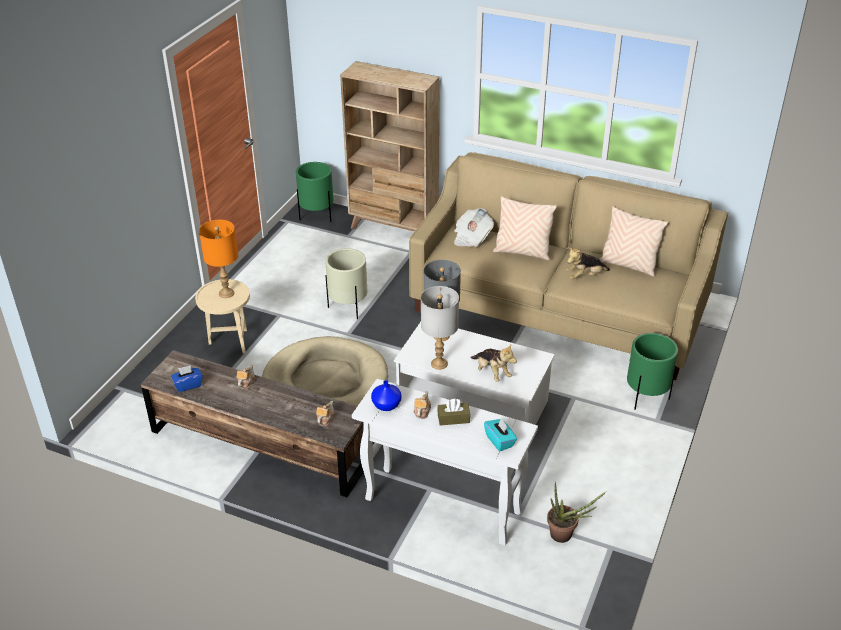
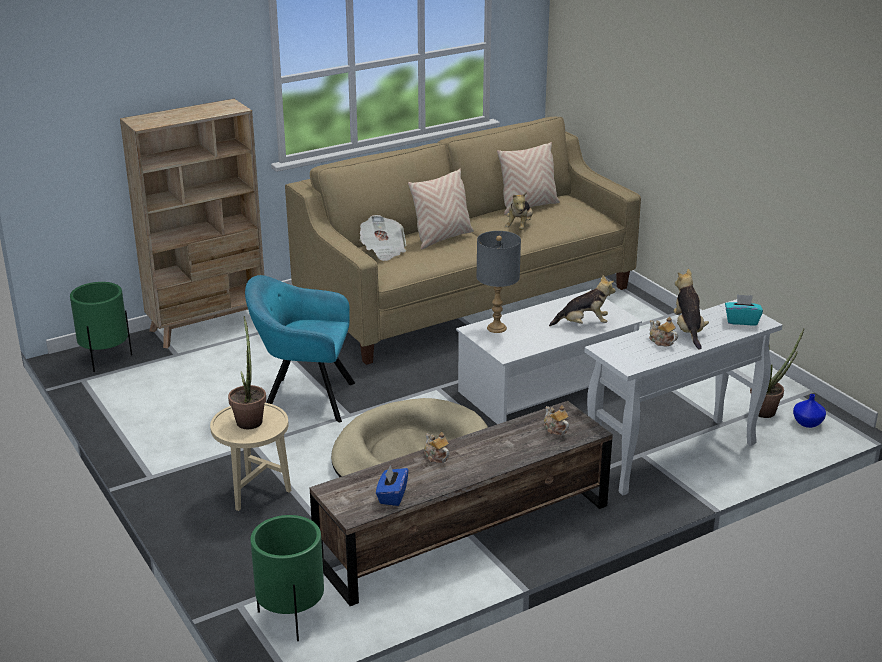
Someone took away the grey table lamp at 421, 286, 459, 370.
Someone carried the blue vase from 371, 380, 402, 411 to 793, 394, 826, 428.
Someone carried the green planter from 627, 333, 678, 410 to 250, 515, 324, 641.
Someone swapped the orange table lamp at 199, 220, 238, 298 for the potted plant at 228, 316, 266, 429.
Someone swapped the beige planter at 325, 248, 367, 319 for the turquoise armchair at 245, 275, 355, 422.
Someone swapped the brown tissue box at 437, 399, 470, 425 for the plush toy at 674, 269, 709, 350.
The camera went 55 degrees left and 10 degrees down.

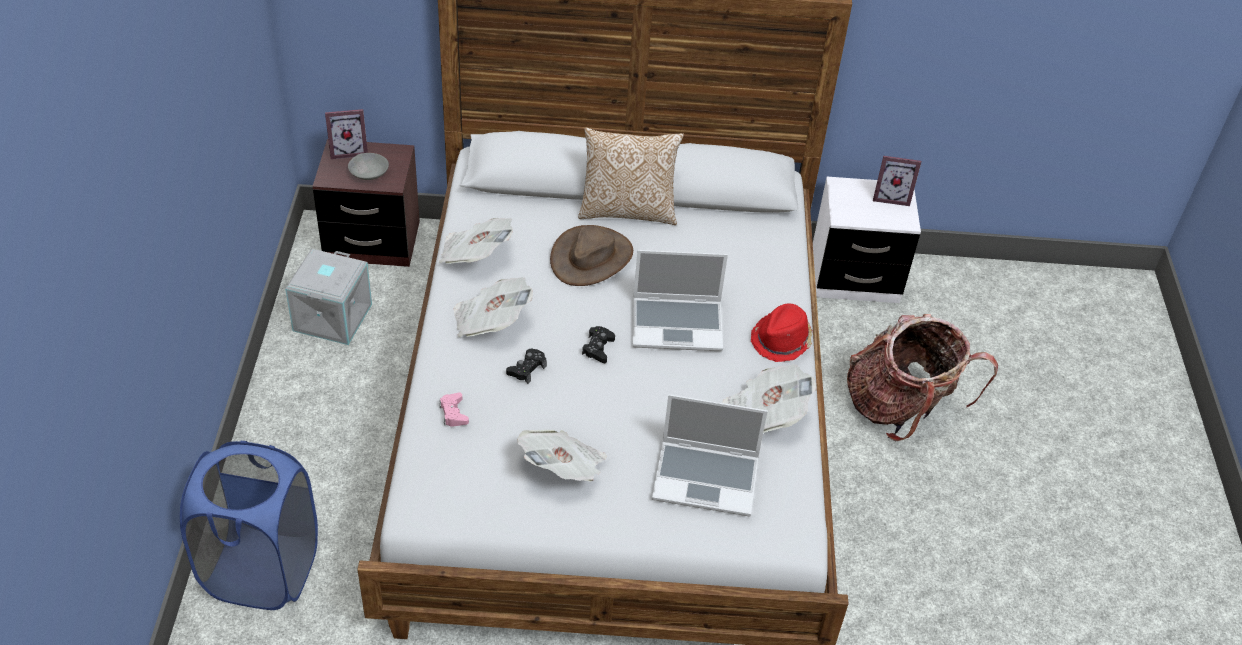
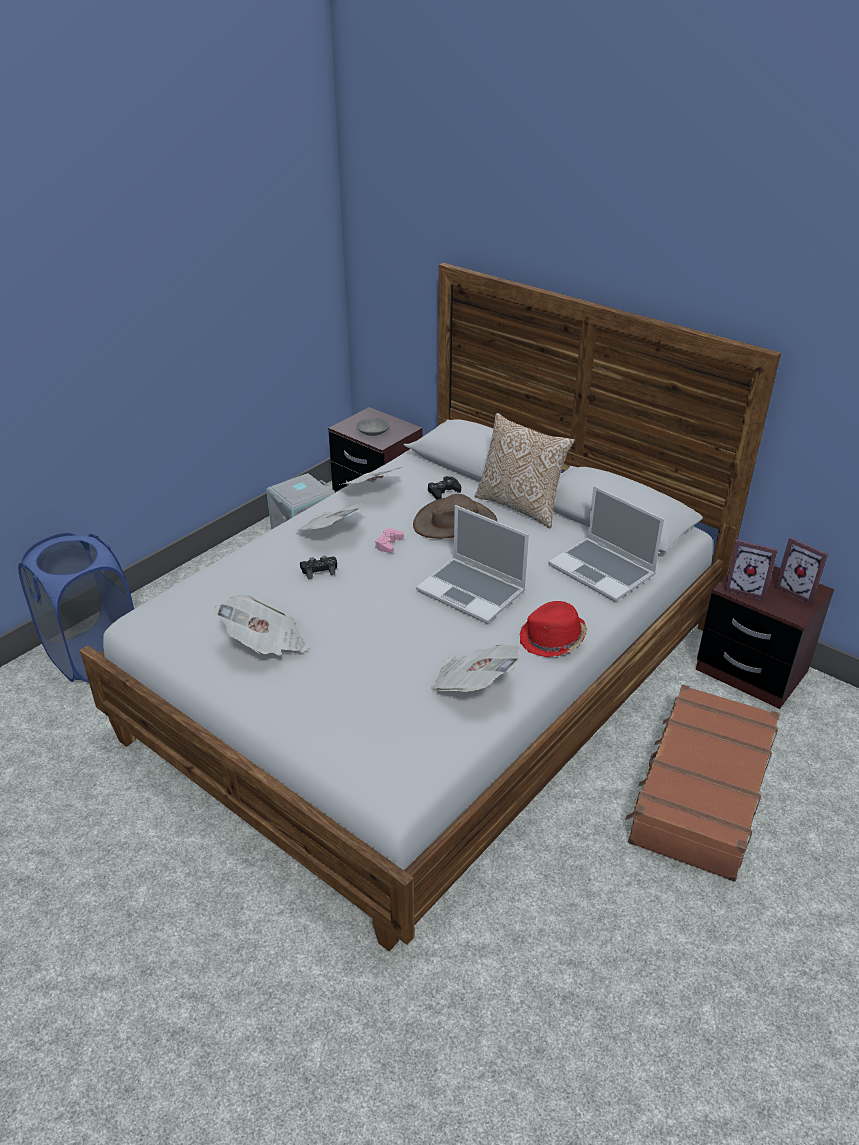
Someone carried the picture frame from 325, 109, 368, 159 to 724, 540, 778, 600.
Someone carried the pink game controller from 440, 392, 469, 427 to 375, 528, 404, 553.
Someone carried the black game controller from 582, 326, 615, 363 to 428, 476, 461, 500.
Someone carried the laptop from 652, 394, 768, 517 to 548, 486, 664, 602.
Someone swapped the backpack at 847, 314, 998, 442 for the brown suitcase at 625, 685, 780, 882.
Someone repainted the white nightstand at 813, 177, 921, 303, which became the brown nightstand at 696, 566, 834, 709.
The camera went 40 degrees right and 10 degrees down.

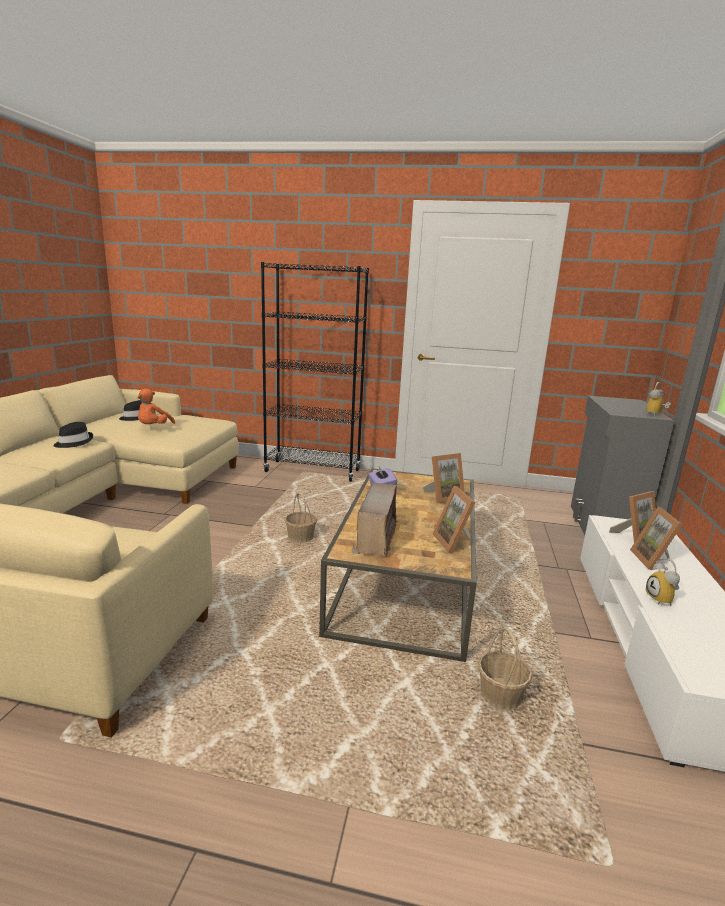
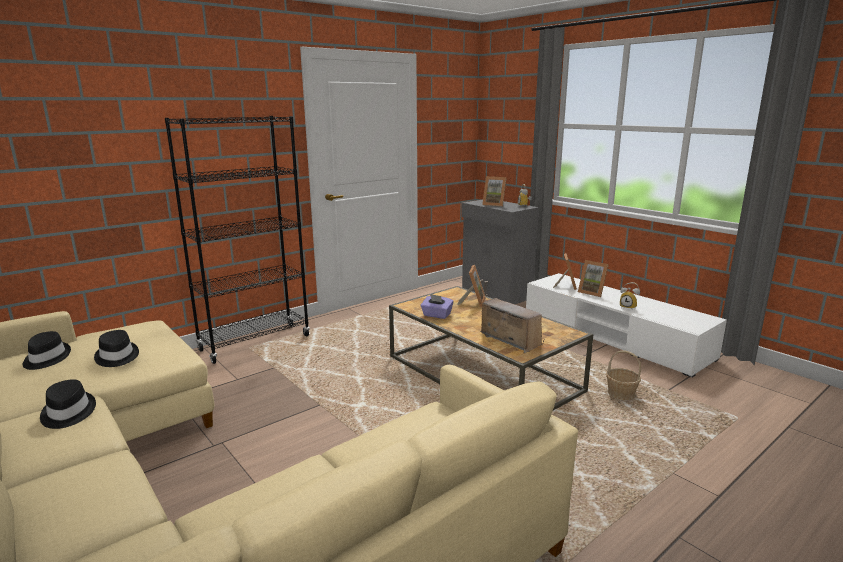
Someone took away the basket at 284, 492, 318, 543.
Someone carried the picture frame from 433, 486, 475, 554 to 482, 176, 506, 207.
Someone swapped the orange plush toy at 137, 389, 175, 424 for the black hat at 94, 330, 139, 367.
The camera went 50 degrees left and 0 degrees up.

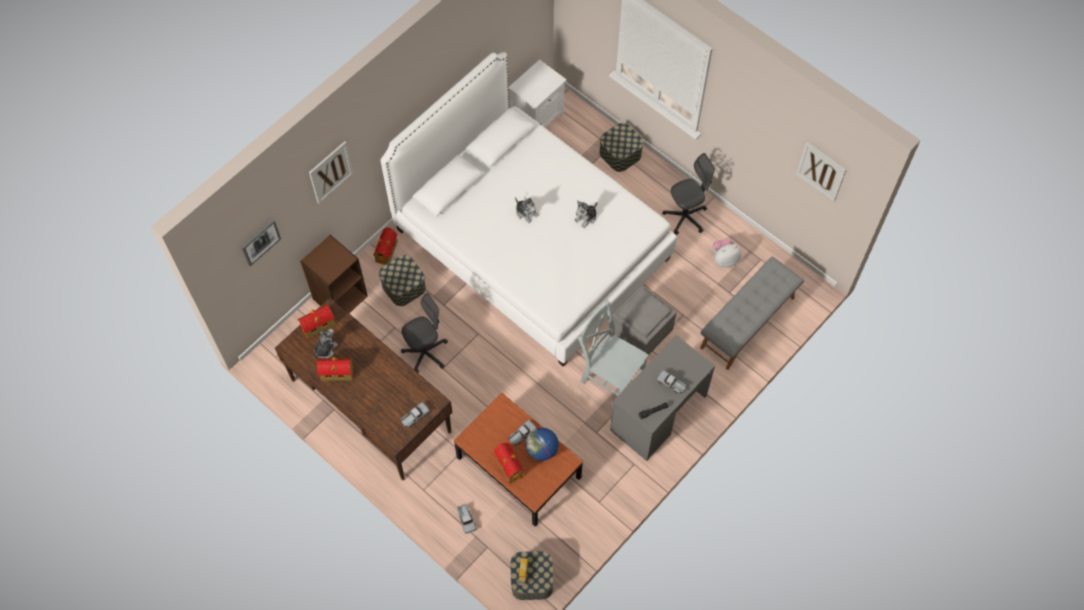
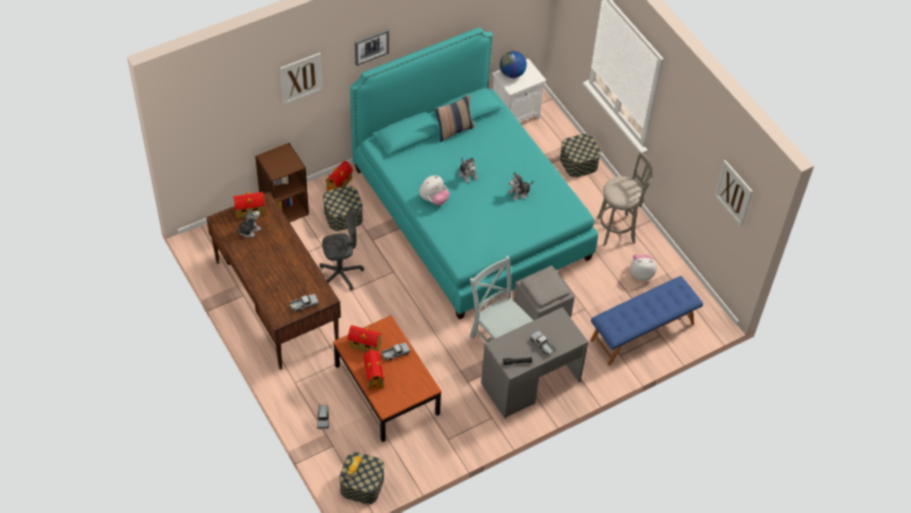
Someone put down the plush toy at 419, 175, 450, 205.
Someone put down the pillow at 435, 95, 475, 142.
Someone carried the picture from 241, 220, 281, 266 to 355, 29, 389, 66.
Someone carried the toy house from 317, 357, 354, 381 to 348, 325, 382, 352.
Someone carried the globe from 526, 428, 559, 461 to 500, 51, 527, 78.
Someone swapped the grey office chair at 662, 153, 715, 235 for the grey stool at 596, 152, 653, 246.
Someone repainted the white bed at 381, 52, 677, 366, which became the turquoise bed at 350, 28, 598, 319.
Someone repainted the grey bench at 700, 256, 804, 370, which became the blue bench at 590, 276, 703, 365.
The camera went 15 degrees right and 10 degrees down.

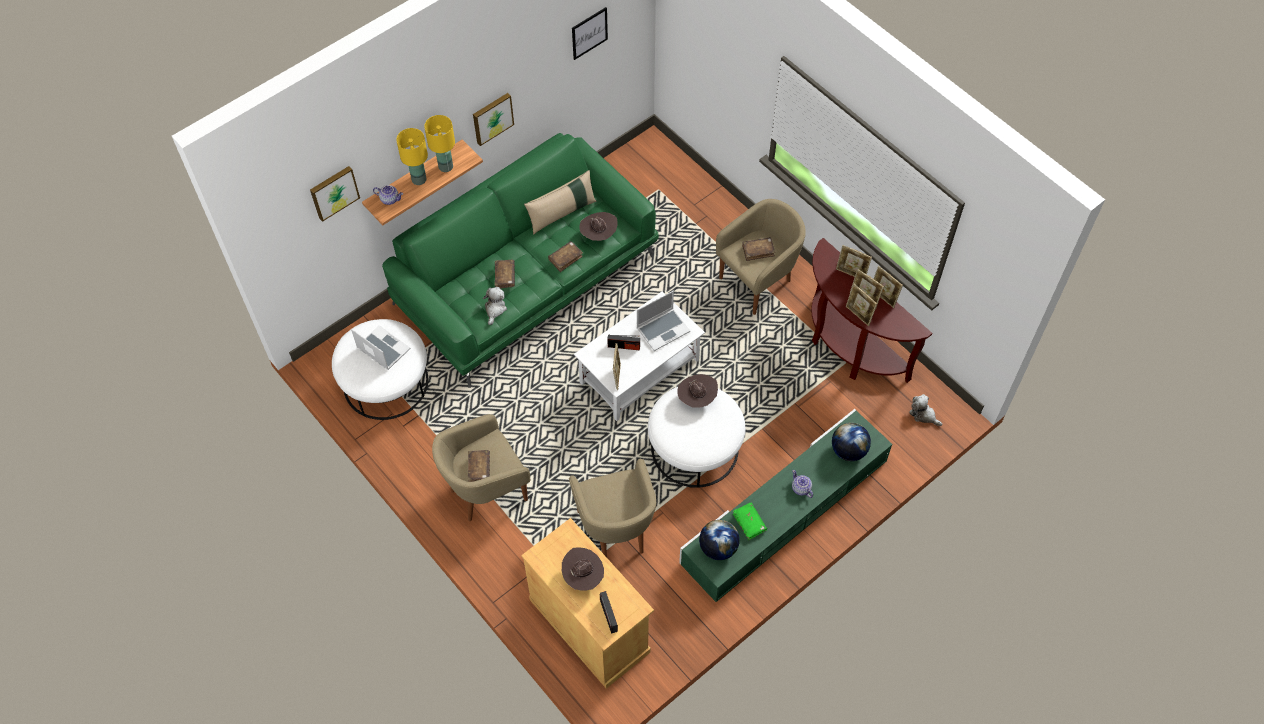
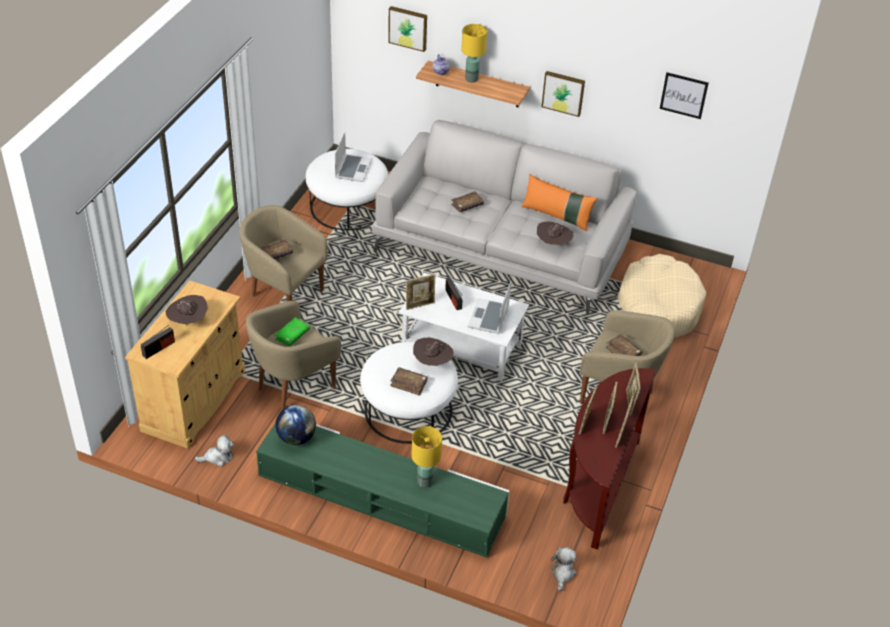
Someone took away the teapot at 792, 470, 813, 498.
Someone took away the globe at 832, 423, 871, 461.
Someone put down the beige dog bed at 617, 254, 706, 338.
Someone carried the yellow table lamp from 424, 115, 455, 172 to 411, 426, 442, 488.
Someone carried the plush toy from 483, 287, 507, 325 to 195, 435, 234, 466.
Someone carried the brown book from 548, 241, 583, 272 to 390, 367, 428, 396.
Someone carried the green book from 733, 503, 767, 540 to 274, 317, 310, 346.
Someone repainted the green sofa at 382, 133, 659, 388, which became the grey sofa at 372, 120, 637, 315.
Someone repainted the beige pillow at 524, 170, 596, 235, which became the orange pillow at 522, 174, 597, 231.
Someone rotated the laptop at 637, 291, 690, 351 by 75 degrees clockwise.
The camera went 60 degrees right and 15 degrees down.

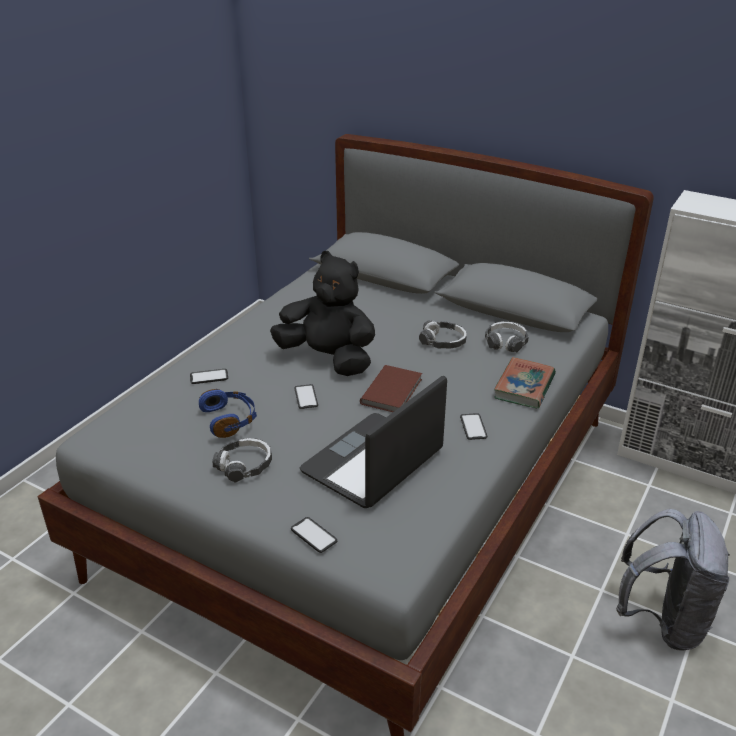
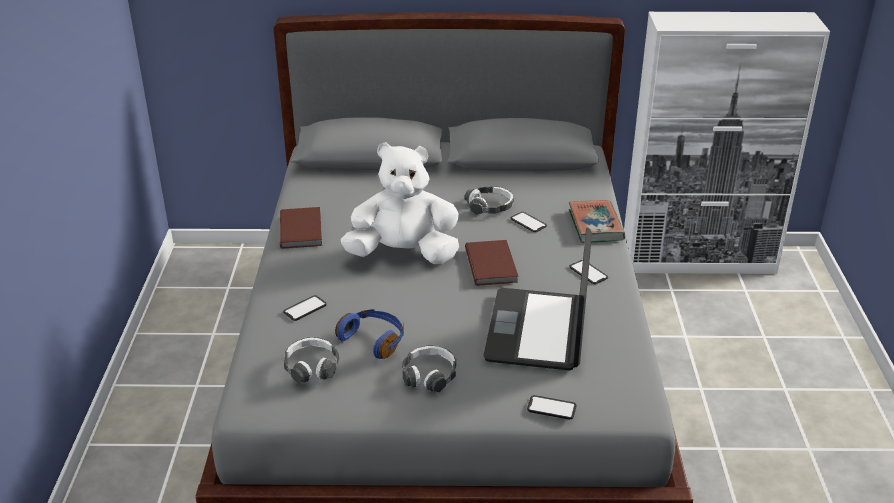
Someone took away the grey backpack at 616, 509, 730, 650.
Someone put down the brown book at 280, 207, 322, 249.
Someone carried the phone from 294, 384, 318, 409 to 510, 212, 547, 232.
Someone carried the headphones from 485, 321, 528, 352 to 284, 337, 339, 383.
Someone repainted the black plush toy at 270, 251, 375, 376, which became the white plush toy at 341, 142, 459, 264.
The camera went 30 degrees left and 0 degrees up.

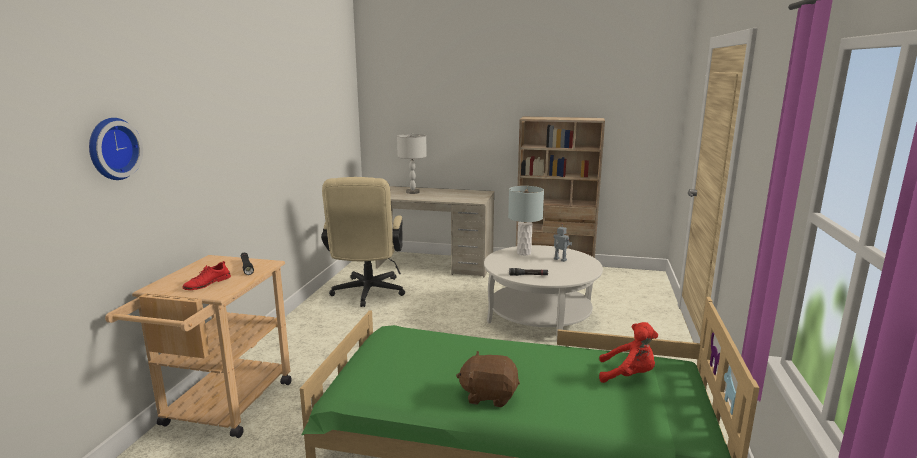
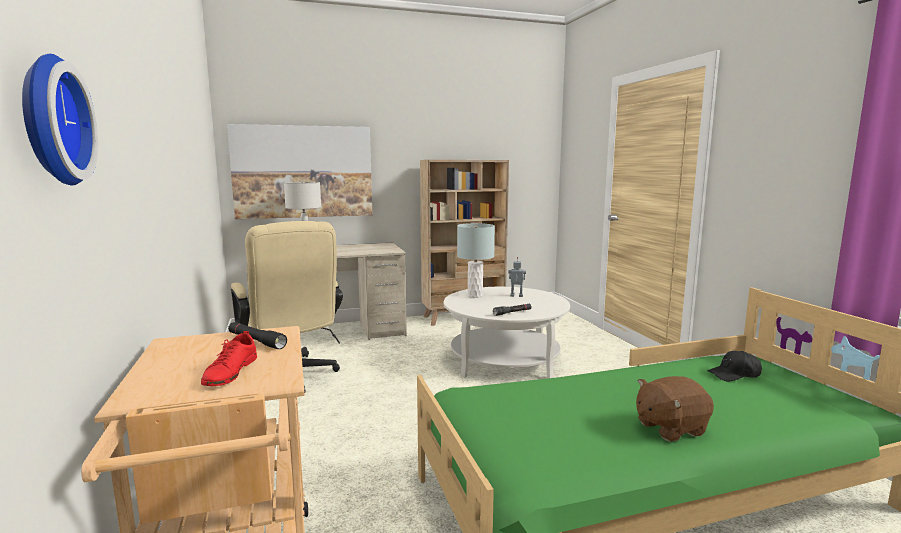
Someone put up the picture at 227, 124, 372, 219.
Someone swapped the red plush toy at 599, 322, 658, 383 for the black cap at 707, 351, 762, 382.
The camera went 30 degrees left and 5 degrees down.

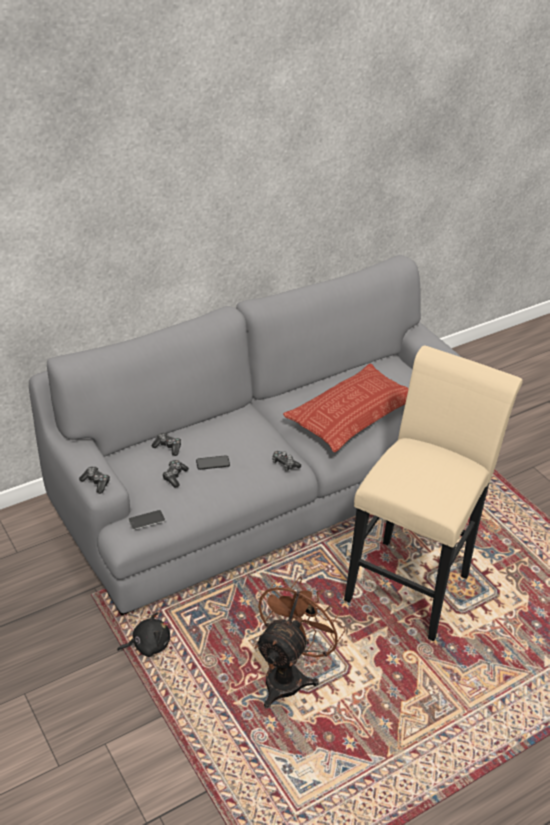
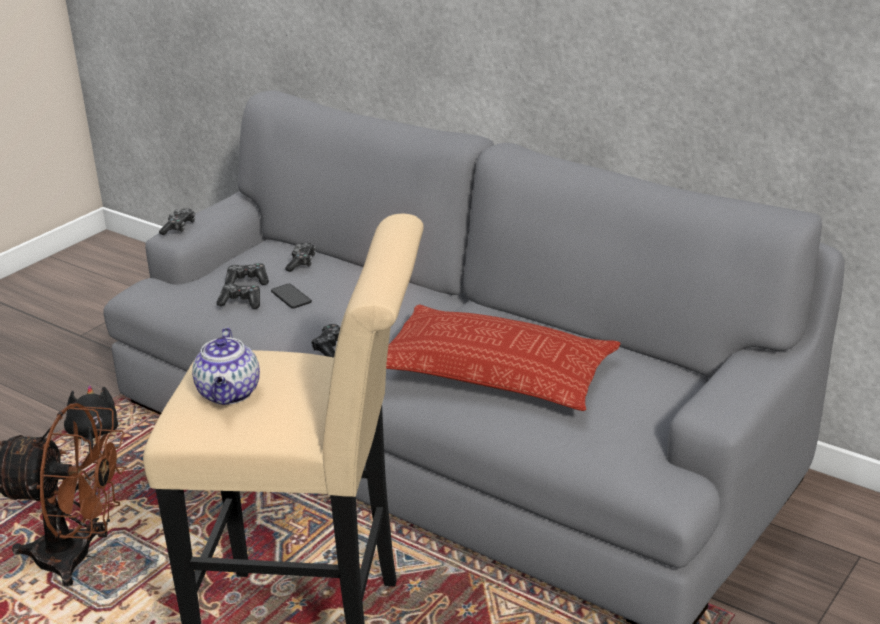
Someone took away the phone at 128, 510, 166, 530.
Someone put down the teapot at 192, 328, 260, 405.
Someone put down the game controller at 217, 283, 260, 309.
Someone rotated the black plush toy at 117, 612, 170, 657 by 150 degrees counterclockwise.
The camera went 70 degrees right and 10 degrees down.

